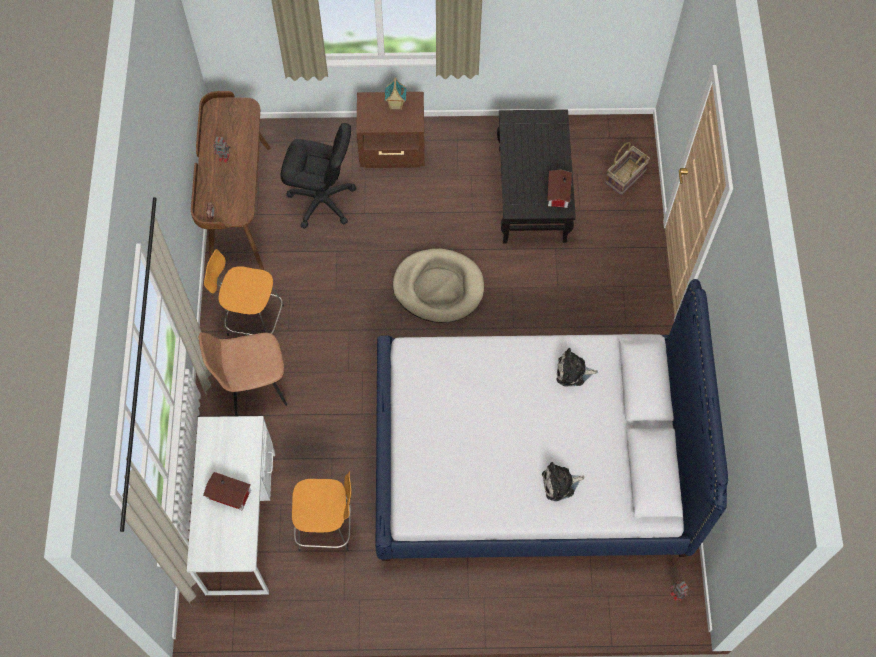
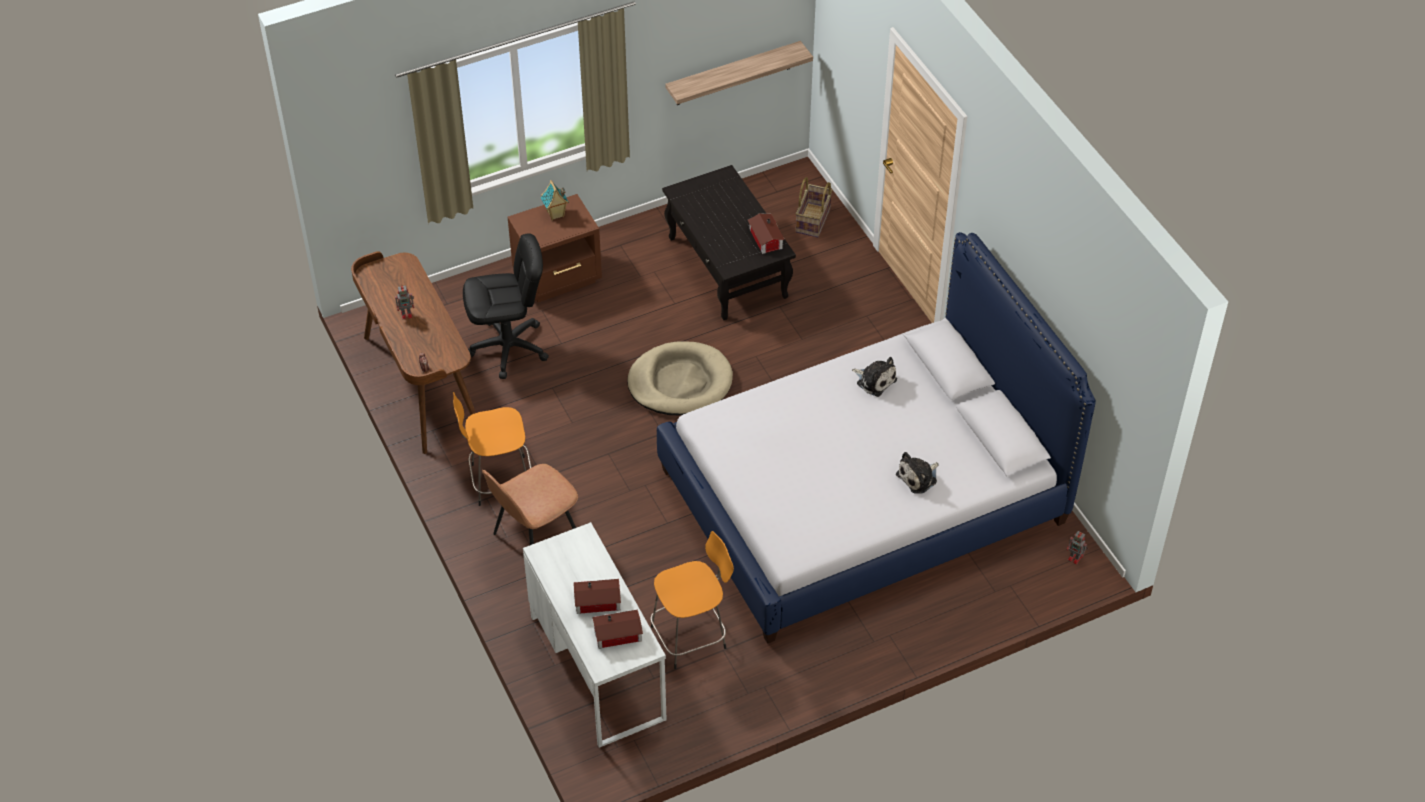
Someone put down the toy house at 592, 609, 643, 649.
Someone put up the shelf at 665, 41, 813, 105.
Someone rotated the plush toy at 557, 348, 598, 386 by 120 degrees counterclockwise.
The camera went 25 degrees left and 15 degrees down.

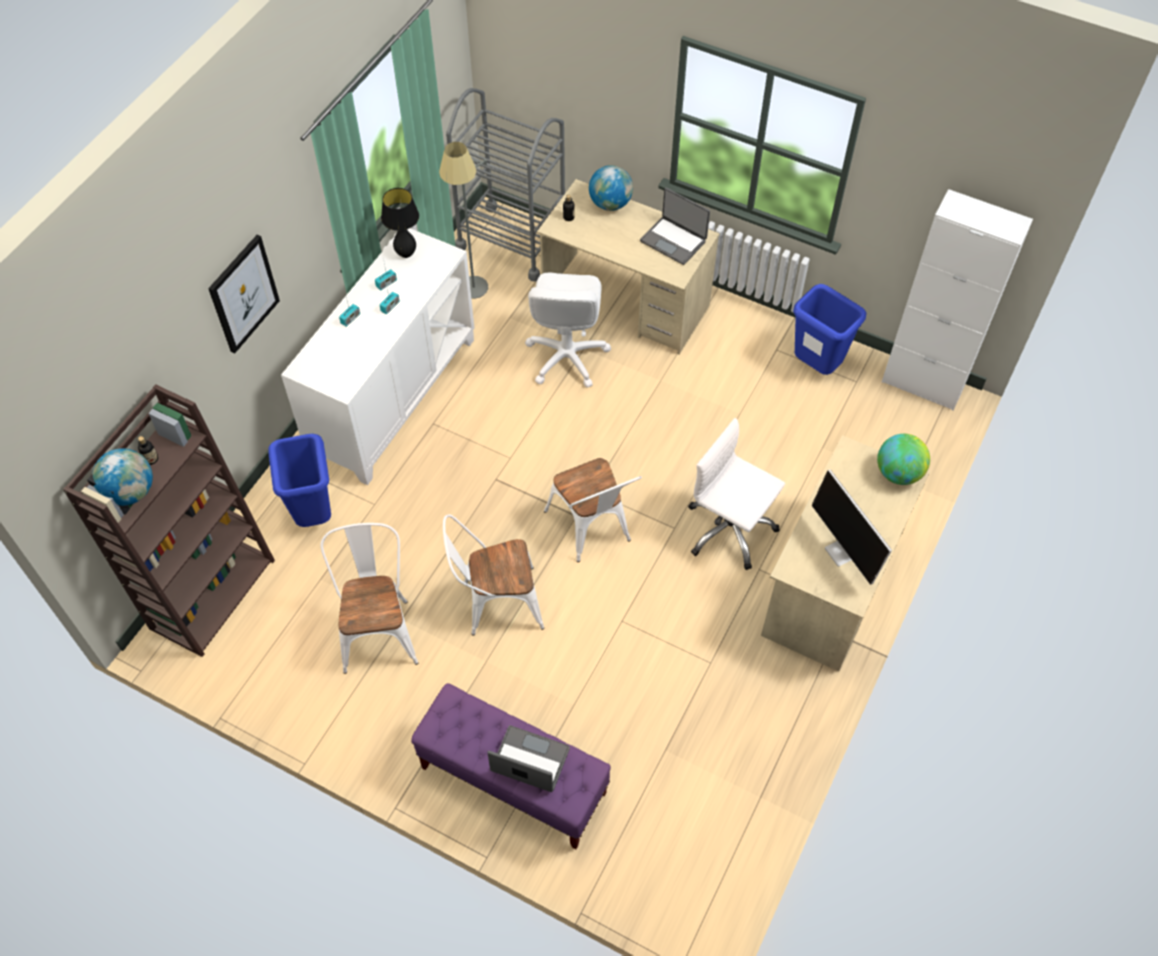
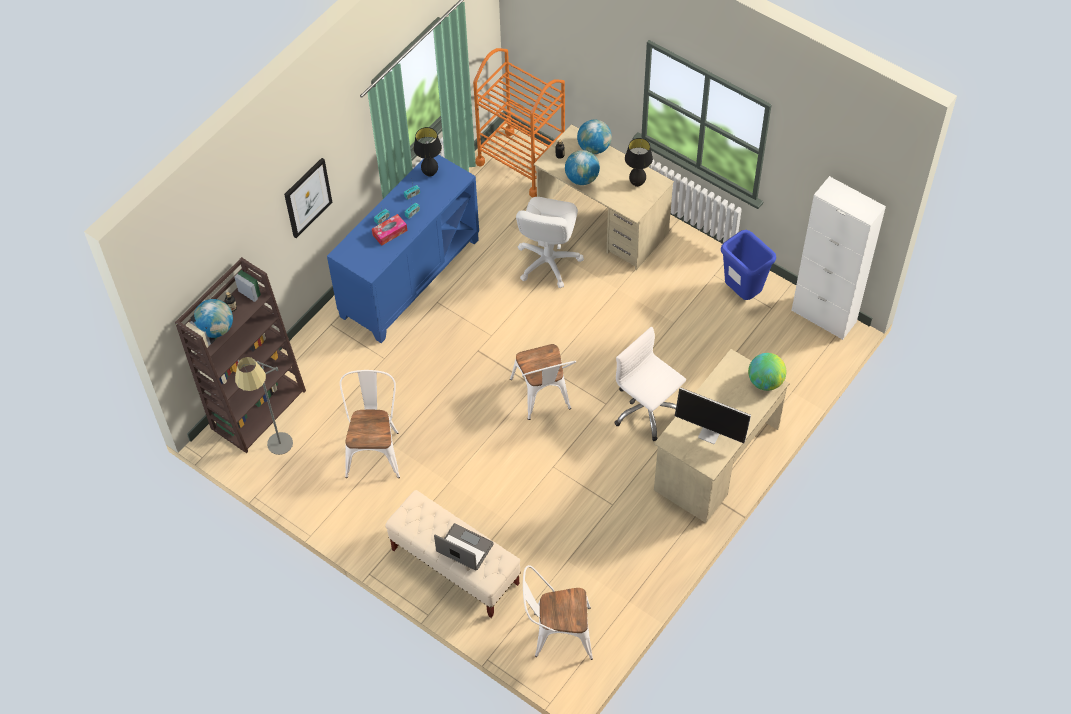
Someone took away the blue trash can at 268, 434, 331, 527.
Someone put down the tissue box at 372, 214, 407, 246.
Someone put down the globe at 565, 150, 600, 185.
Someone carried the grey floor lamp from 439, 142, 488, 299 to 235, 357, 293, 455.
Someone carried the white chair from 443, 514, 544, 636 to 523, 565, 593, 660.
Someone swapped the laptop at 640, 188, 710, 265 for the black table lamp at 625, 138, 653, 187.
Someone repainted the white cabinet at 281, 228, 474, 485, which became the blue cabinet at 327, 155, 479, 343.
Someone repainted the purple bench at 411, 683, 611, 849, which became the beige bench at 385, 490, 521, 618.
Someone repainted the grey cart at 446, 88, 565, 282, which became the orange cart at 473, 48, 565, 197.
Someone rotated the monitor at 812, 469, 892, 585 by 45 degrees counterclockwise.
The camera went 10 degrees right and 0 degrees up.

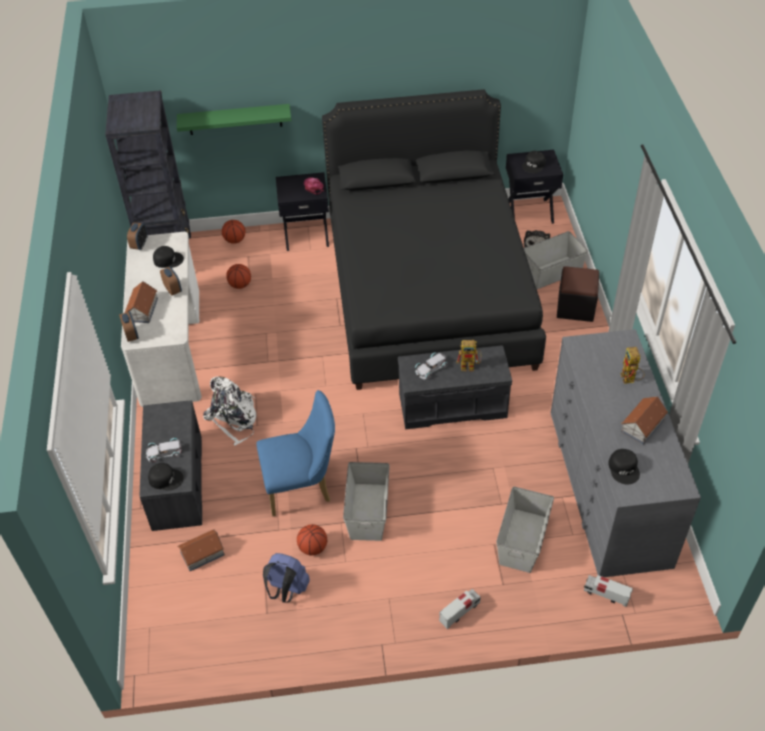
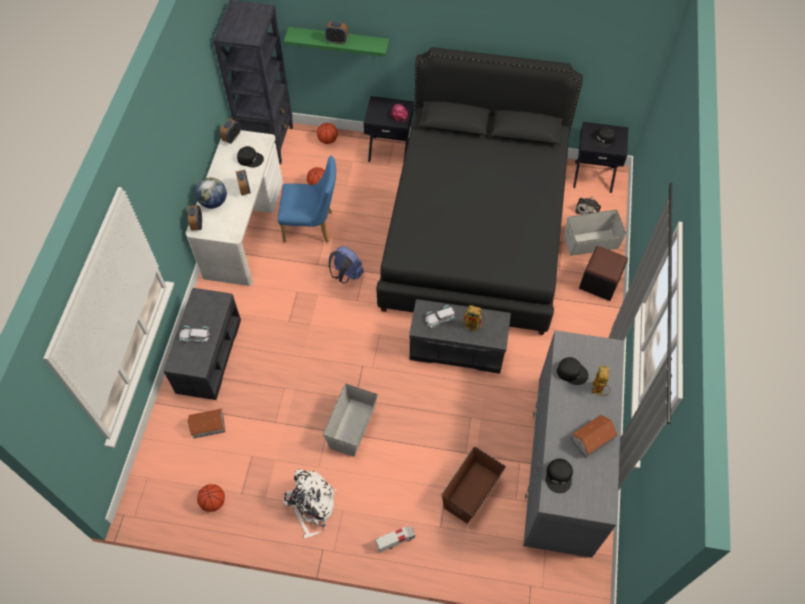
Someone took away the toy truck at 584, 575, 633, 607.
Someone put down the alarm clock at 325, 21, 348, 44.
Someone carried the black cap from 148, 463, 184, 491 to 557, 357, 588, 385.
Someone carried the white backpack from 203, 376, 256, 446 to 283, 469, 337, 538.
Someone carried the blue chair from 256, 390, 335, 516 to 278, 156, 336, 243.
Someone carried the blue backpack from 263, 553, 310, 602 to 329, 246, 364, 284.
Someone carried the basketball from 297, 524, 327, 556 to 197, 484, 225, 512.
Someone swapped the toy house at 125, 281, 158, 323 for the globe at 195, 177, 227, 209.
Someone repainted the grey storage box at 496, 487, 554, 573, which became the brown storage box at 441, 447, 506, 523.
The camera went 15 degrees right and 10 degrees up.

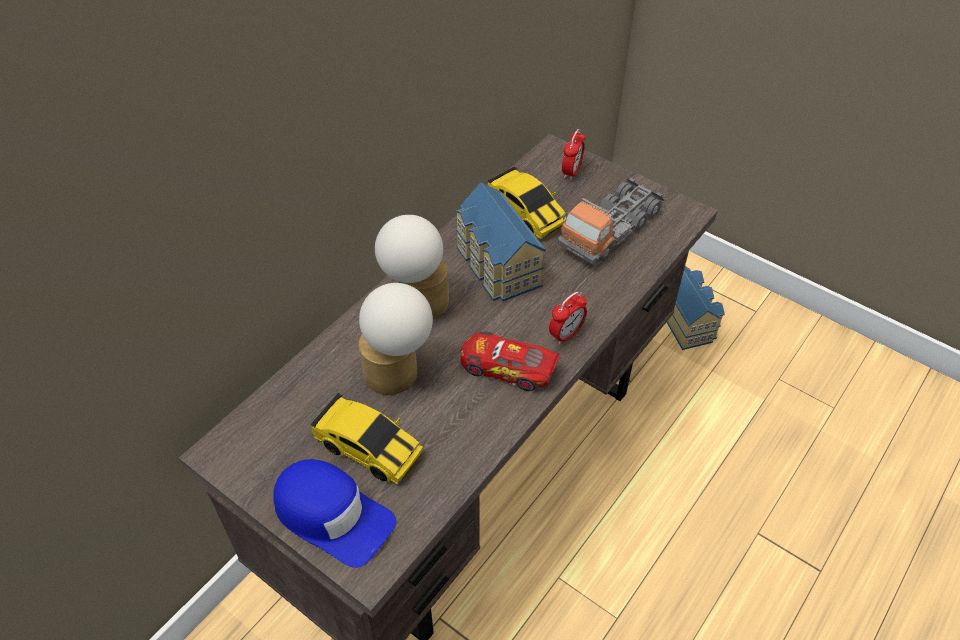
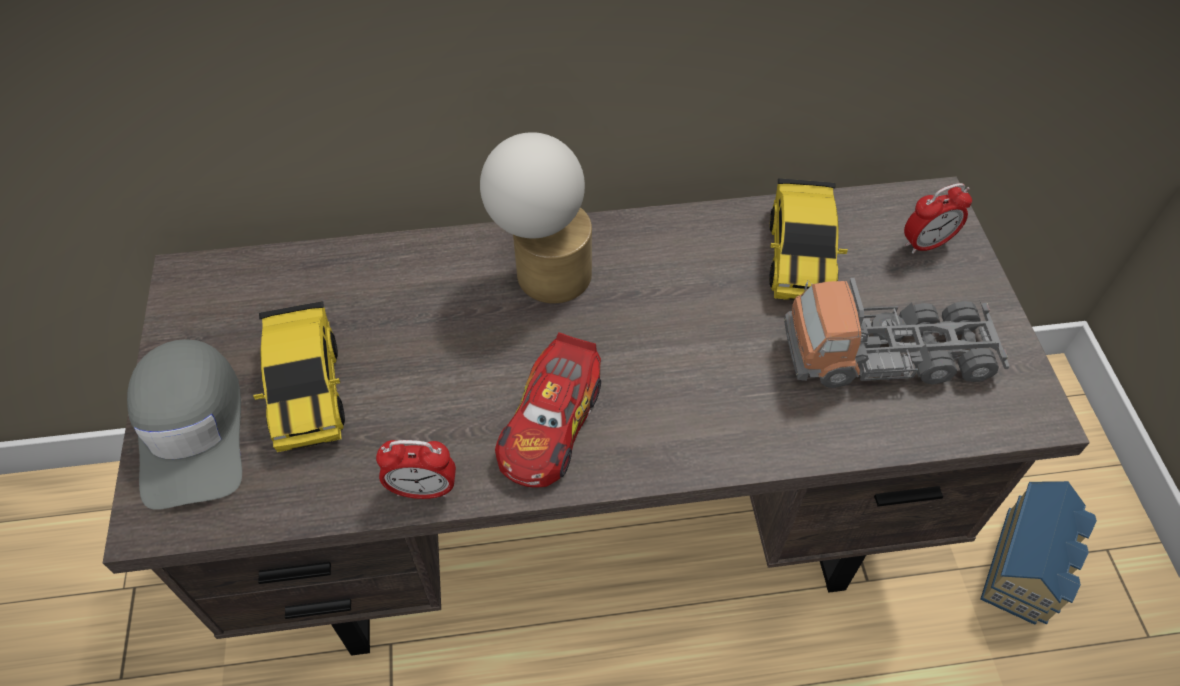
Someone took away the table lamp at 359, 283, 433, 395.
Someone took away the toy house at 455, 182, 546, 302.
Someone carried the alarm clock from 549, 292, 587, 345 to 376, 440, 456, 499.
Someone repainted the blue cap at 273, 459, 396, 568, which became the grey cap at 127, 339, 242, 510.
Someone rotated the toy car at 460, 332, 561, 391 by 135 degrees counterclockwise.
The camera went 45 degrees right and 5 degrees up.

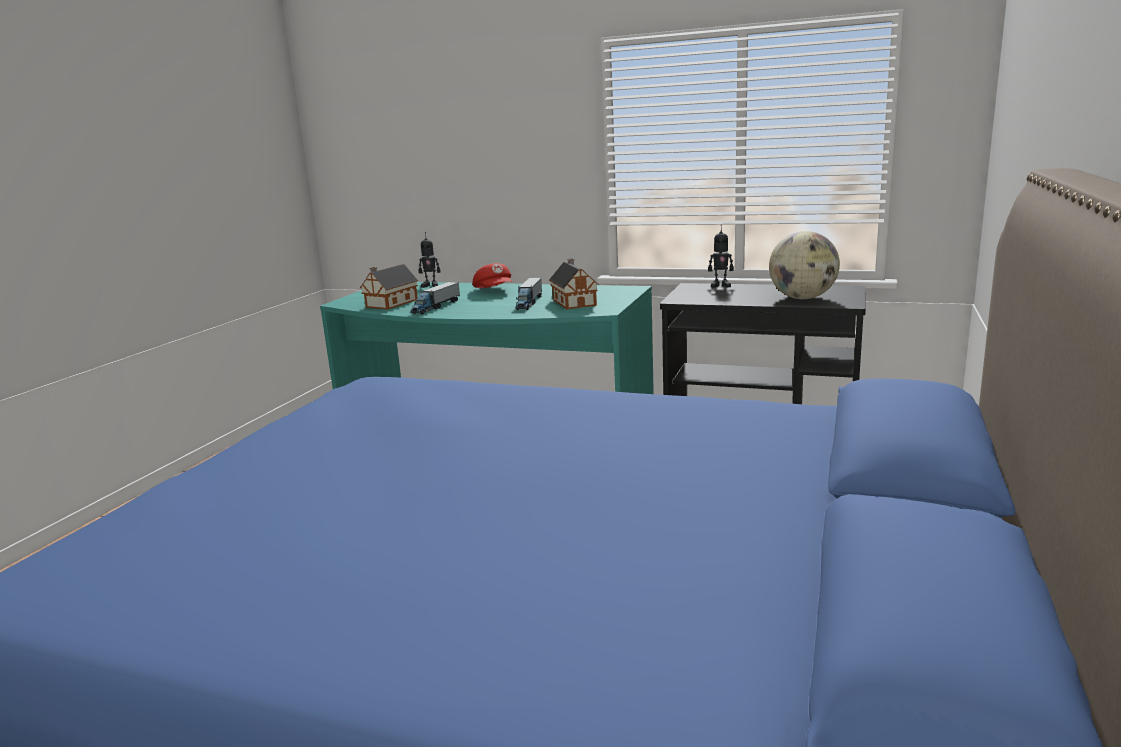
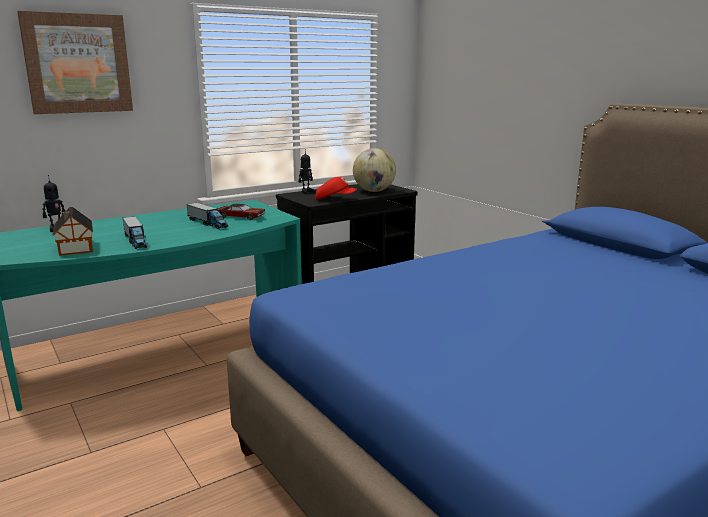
Someone put up the picture at 17, 11, 133, 114.
Someone carried the red cap from 473, 263, 513, 288 to 315, 177, 357, 200.
Someone swapped the toy house at 549, 258, 599, 309 for the toy car at 218, 204, 265, 220.
The camera went 55 degrees left and 0 degrees up.

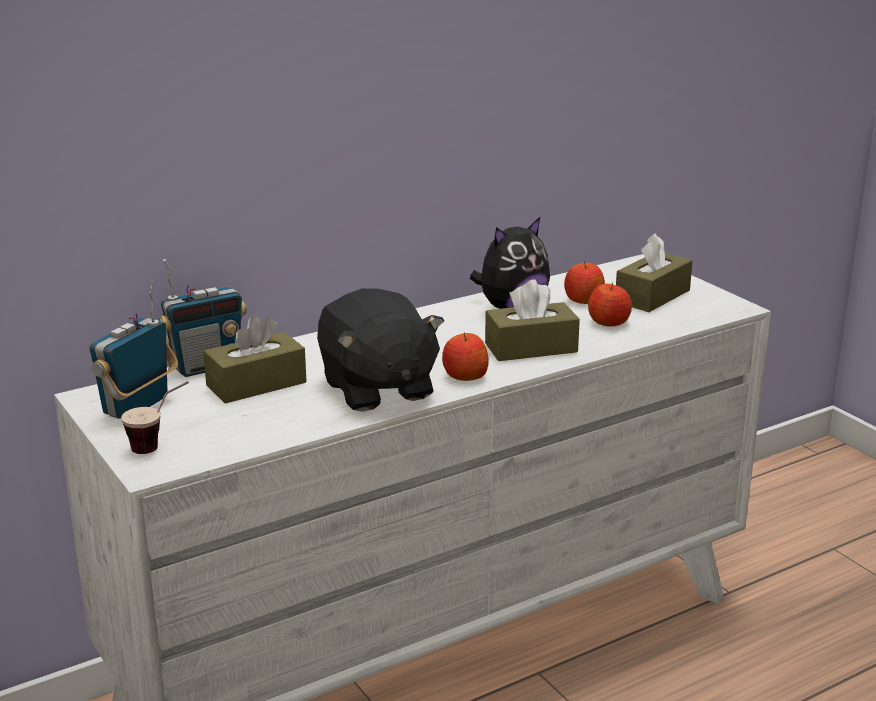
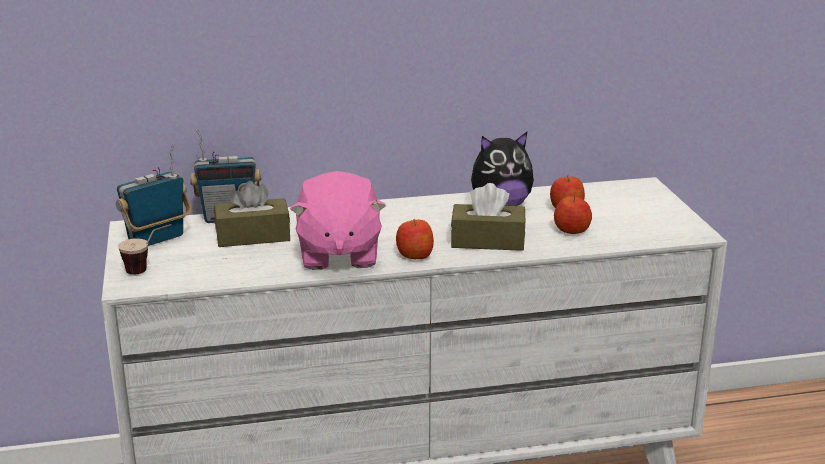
Someone took away the brown tissue box at 616, 233, 692, 312.
Someone repainted the black plush toy at 317, 288, 444, 412, which became the pink plush toy at 290, 171, 386, 270.
The camera went 20 degrees right and 0 degrees up.

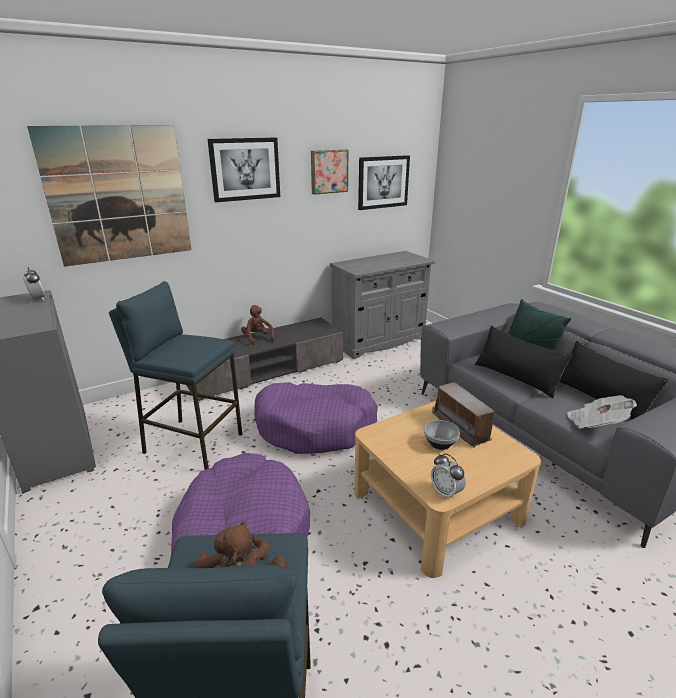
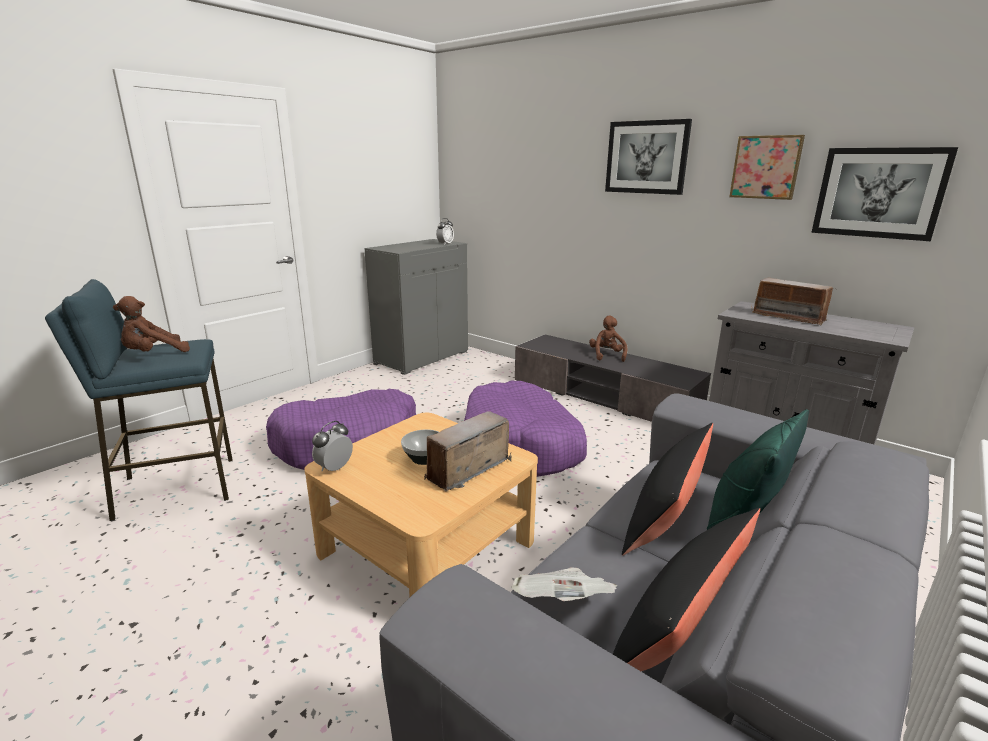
Someone took away the picture at 27, 125, 191, 267.
Someone took away the blue stool at 109, 281, 242, 470.
Someone put down the radio at 751, 278, 837, 325.
Someone rotated the brown plush toy at 241, 305, 274, 345 by 45 degrees counterclockwise.
The camera went 70 degrees right and 5 degrees down.

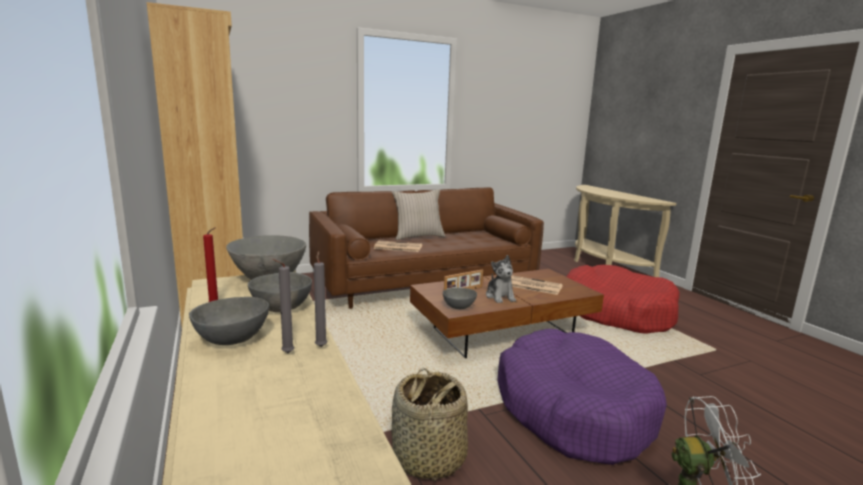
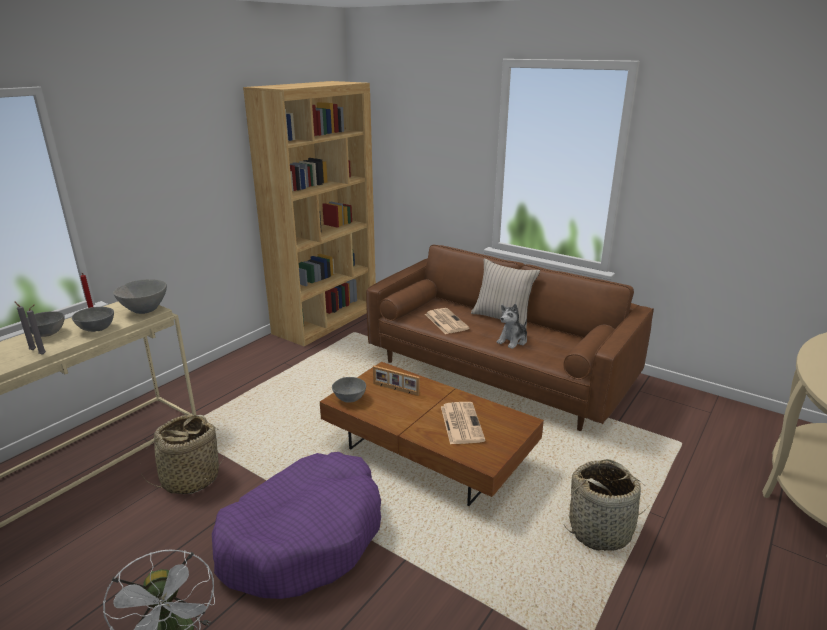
Someone carried the plush toy from 486, 255, 516, 303 to 496, 304, 527, 349.
Someone swapped the red dog bed at 566, 265, 680, 333 for the basket at 564, 459, 650, 551.
The camera went 60 degrees right and 10 degrees up.

